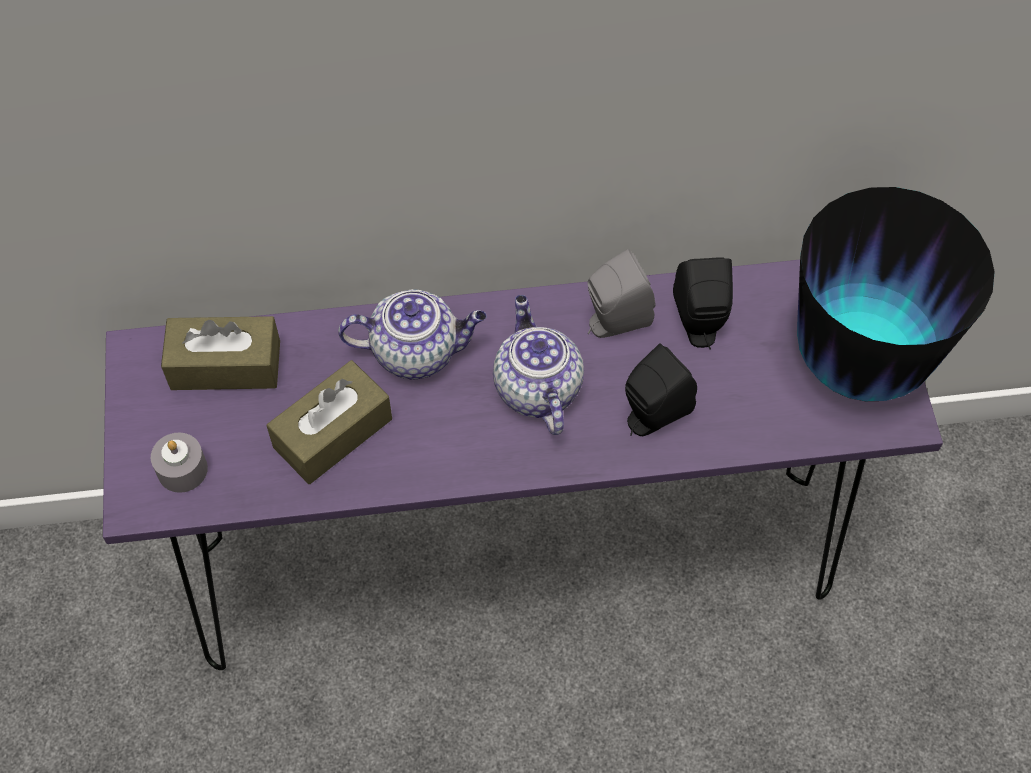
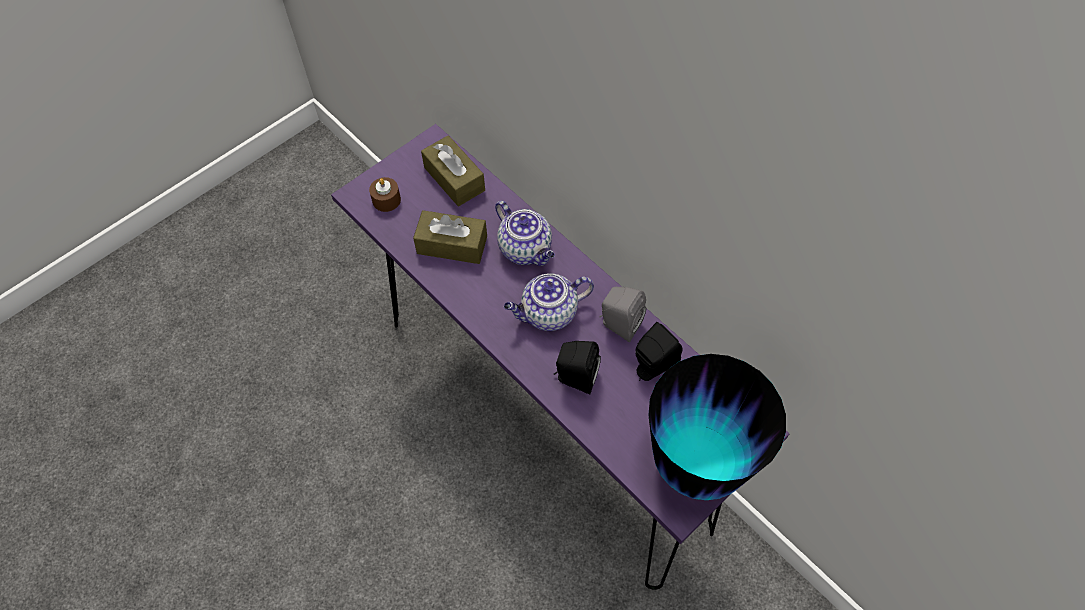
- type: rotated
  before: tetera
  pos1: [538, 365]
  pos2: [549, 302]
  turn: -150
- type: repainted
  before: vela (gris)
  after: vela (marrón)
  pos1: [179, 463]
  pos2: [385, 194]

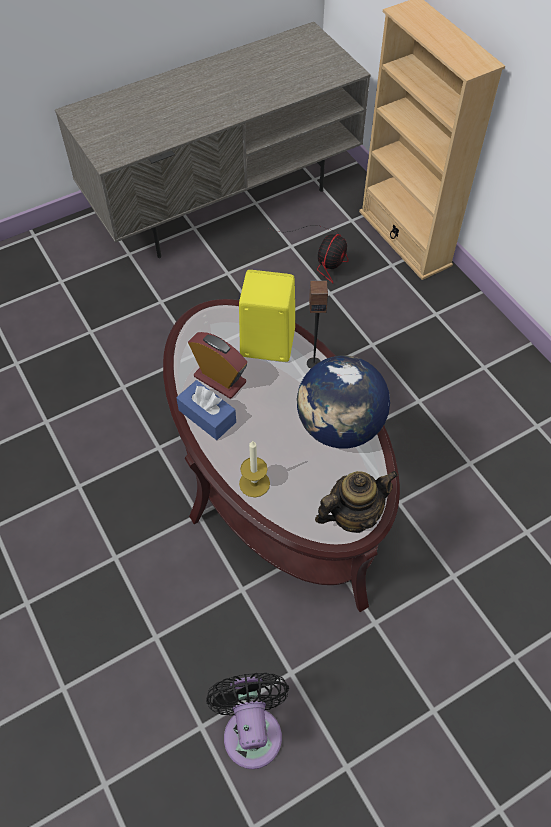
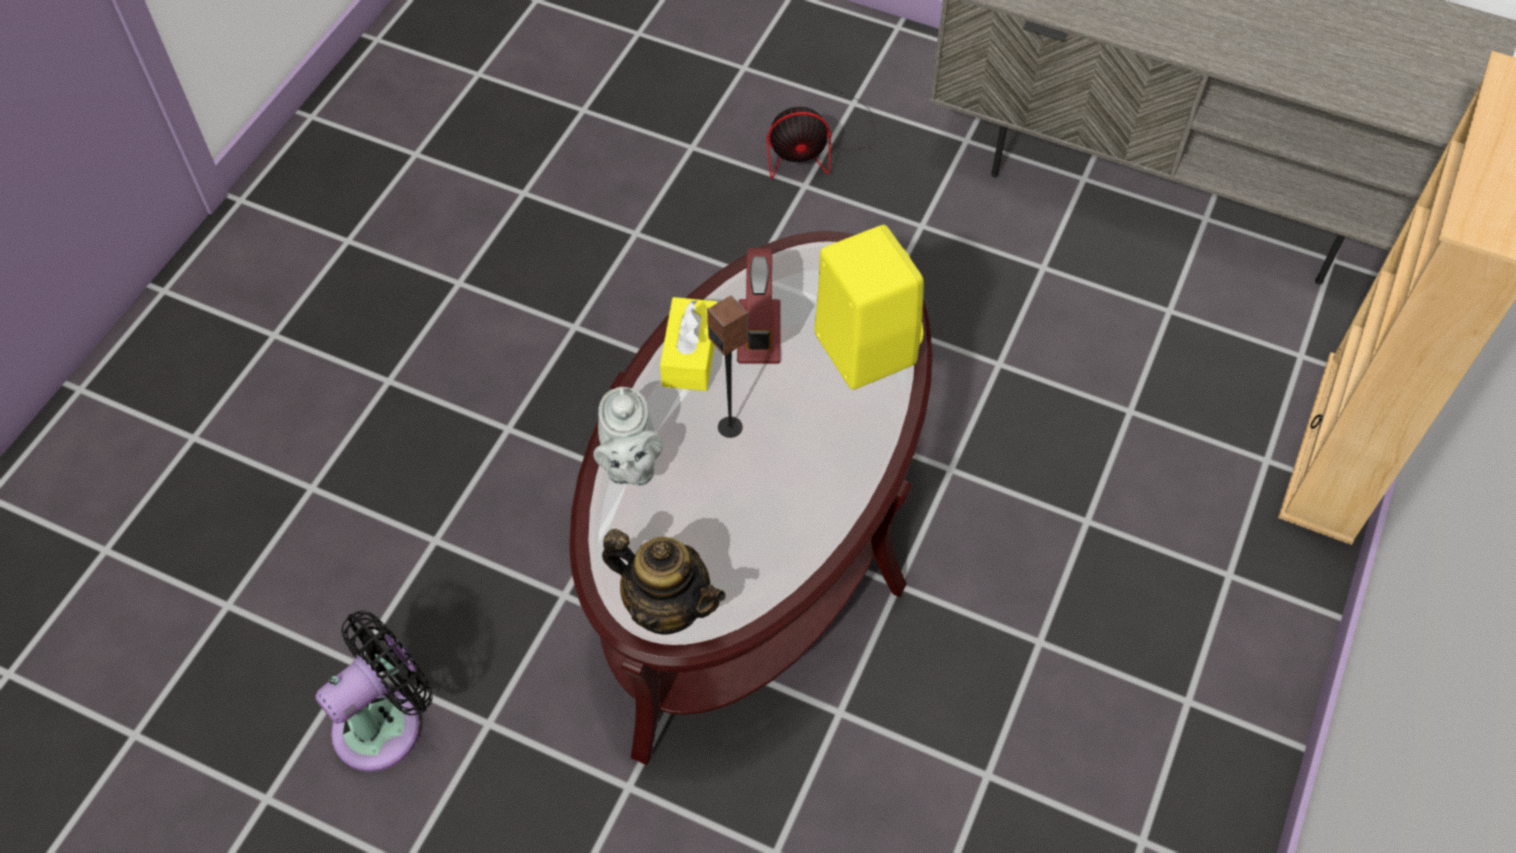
- type: shifted
  before: ventilador
  pos1: [309, 254]
  pos2: [821, 121]
- type: shifted
  before: altavoz
  pos1: [317, 324]
  pos2: [727, 366]
- type: gone
  before: globo terráqueo
  pos1: [343, 402]
- type: repainted
  before: caja de pañuelos (azul)
  after: caja de pañuelos (amarillo)
  pos1: [206, 410]
  pos2: [688, 344]
- type: swapped
  before: vela
  after: tetera (gris)
  pos1: [254, 468]
  pos2: [628, 436]

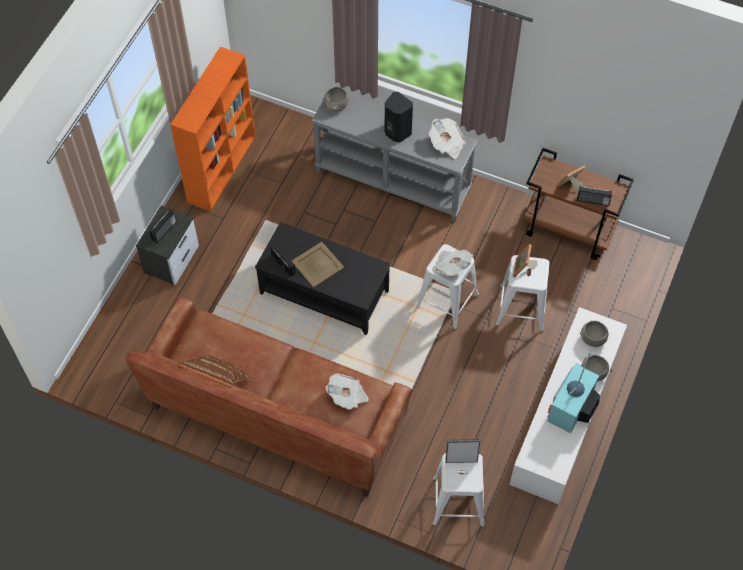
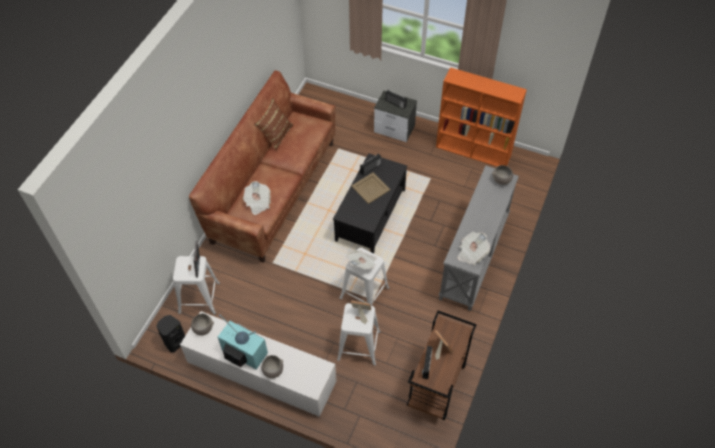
- type: shifted
  before: altavoz (negro)
  pos1: [398, 117]
  pos2: [170, 333]
- type: shifted
  before: cuenco (gris)
  pos1: [594, 334]
  pos2: [202, 324]

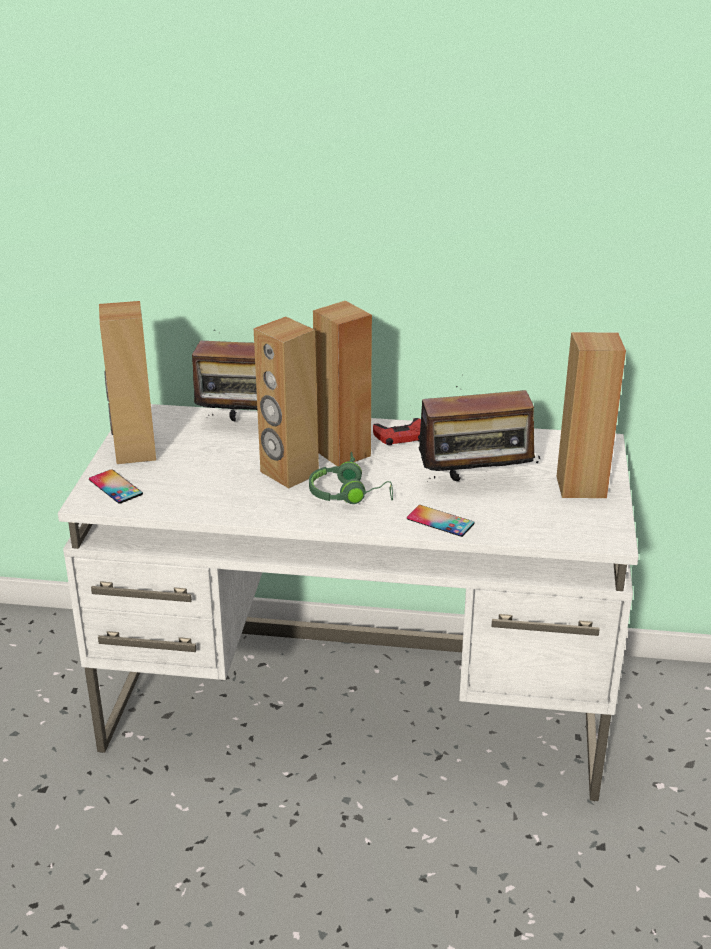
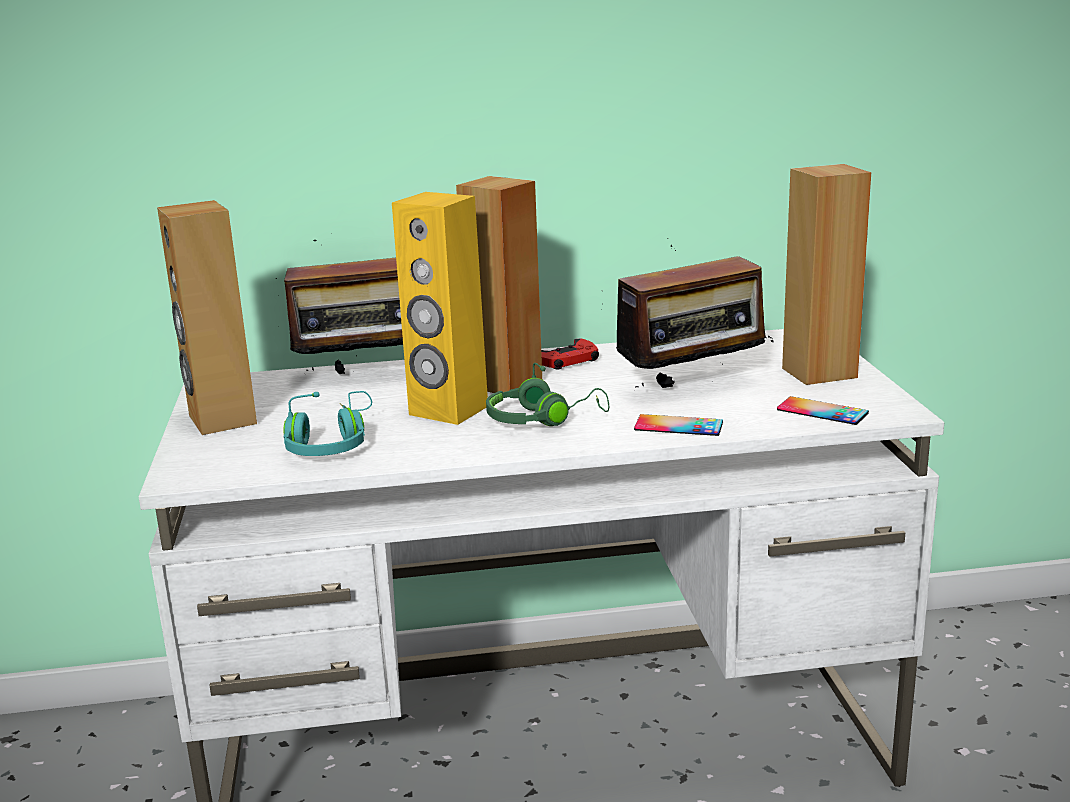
- type: repainted
  before: altavoz (marrón)
  after: altavoz (amarillo)
  pos1: [286, 403]
  pos2: [440, 308]
- type: shifted
  before: móvil
  pos1: [116, 486]
  pos2: [823, 410]
- type: new
  after: auriculares (turquesa)
  pos2: [327, 423]

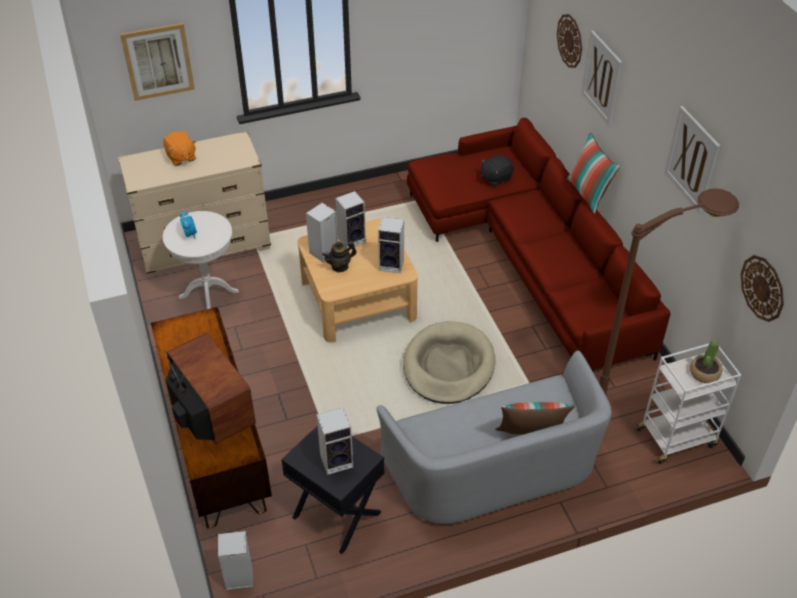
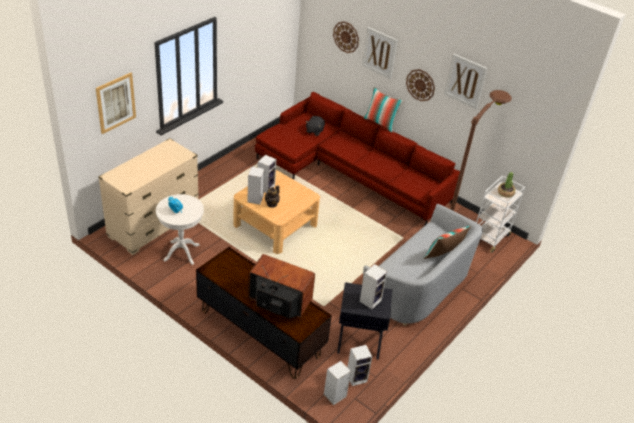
- type: gone
  before: peluche (naranja)
  pos1: [179, 148]
- type: shifted
  before: altavoz
  pos1: [391, 245]
  pos2: [359, 365]
- type: shifted
  before: reloj de pared
  pos1: [762, 288]
  pos2: [420, 85]
- type: gone
  before: cama para perro (beis)
  pos1: [449, 362]

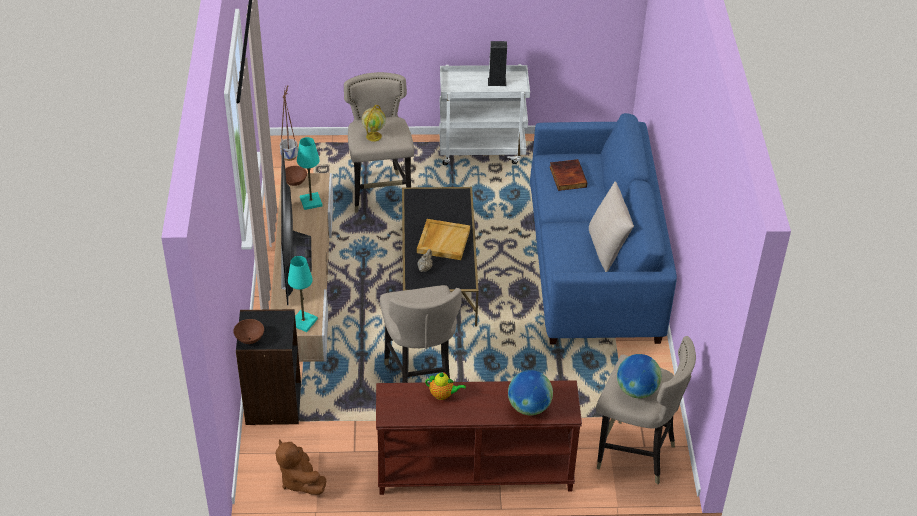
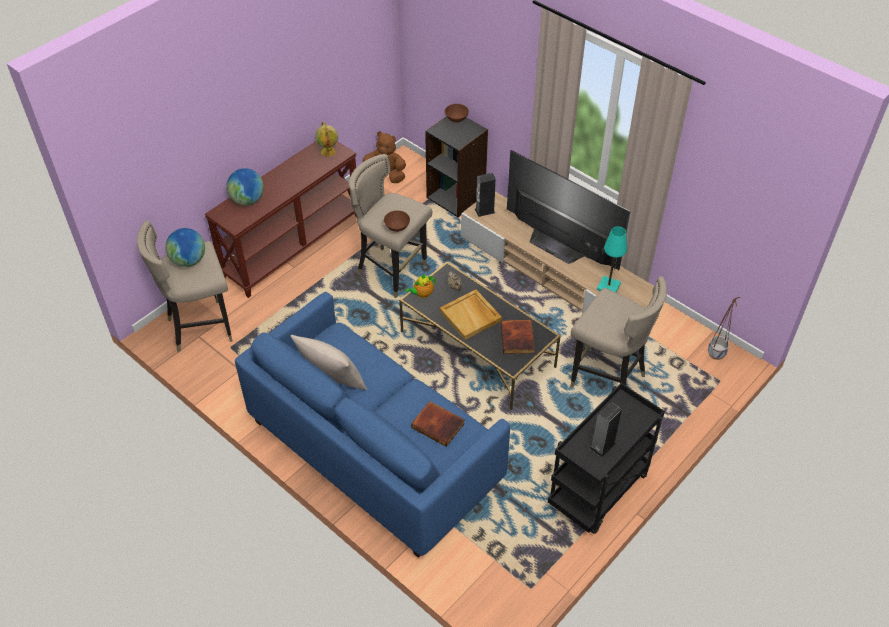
- type: repainted
  before: carrito (blanco)
  after: carrito (negro)
  pos1: [484, 114]
  pos2: [606, 458]
- type: shifted
  before: globo terráqueo
  pos1: [374, 123]
  pos2: [326, 139]
- type: shifted
  before: cuenco (marrón)
  pos1: [296, 176]
  pos2: [397, 221]
- type: swapped
  before: lámpara de mesa (turquesa)
  after: altavoz
  pos1: [303, 294]
  pos2: [485, 195]
- type: shifted
  before: tetera
  pos1: [445, 386]
  pos2: [420, 286]
- type: new
  after: libro
  pos2: [518, 337]

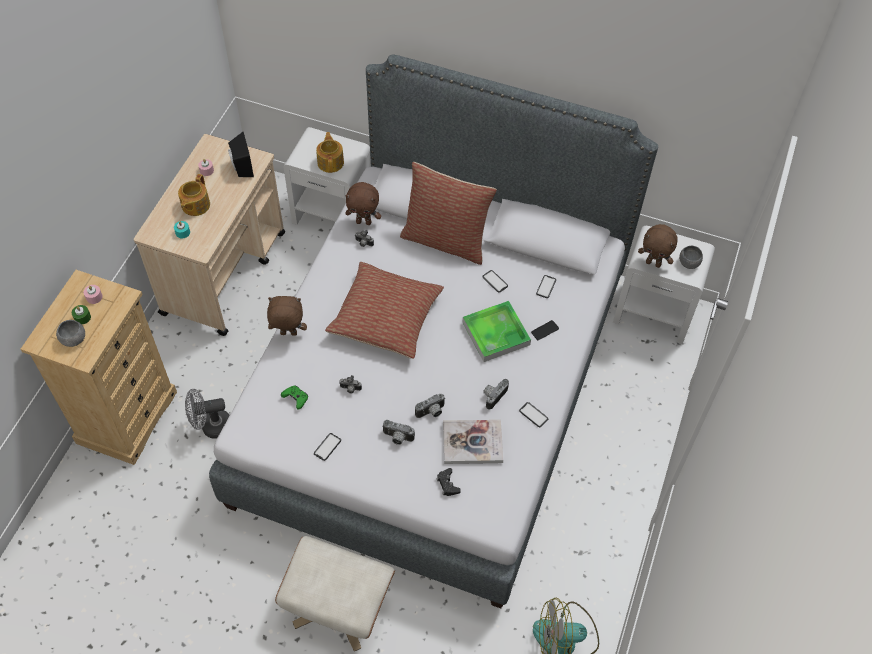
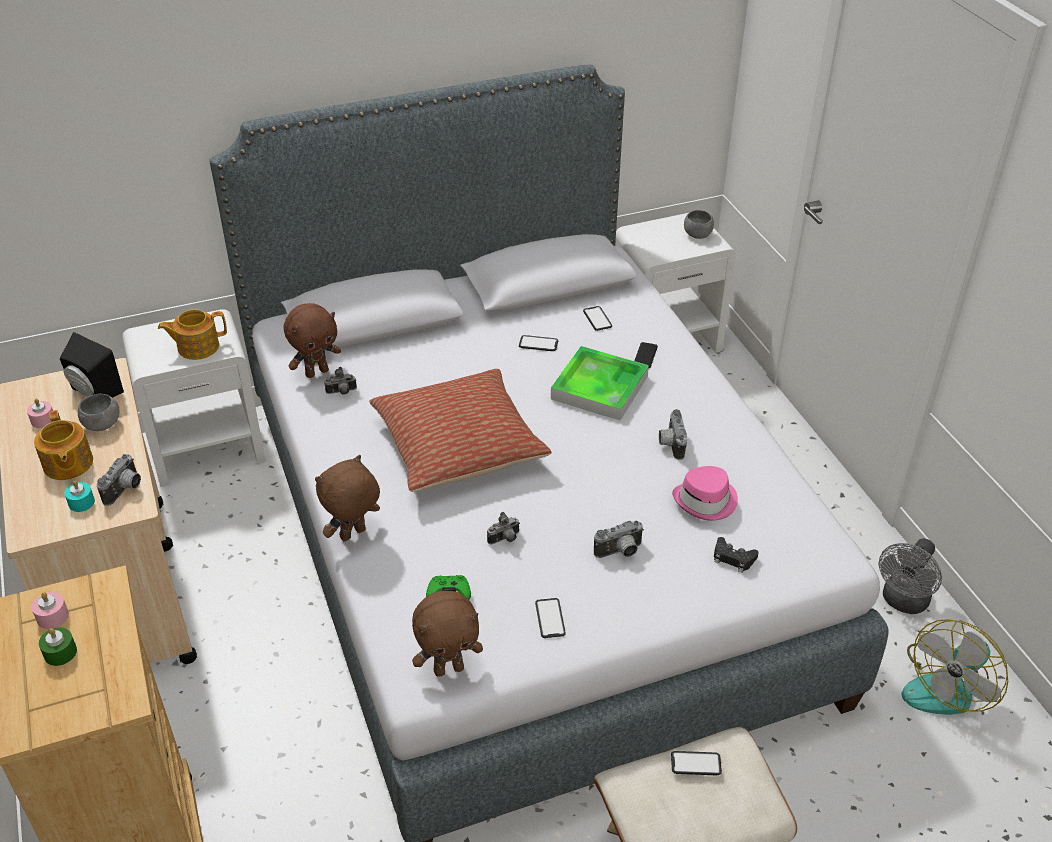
- type: rotated
  before: tetera
  pos1: [330, 152]
  pos2: [192, 334]
  turn: -60
- type: gone
  before: cojín
  pos1: [448, 213]
- type: shifted
  before: peluche (marrón)
  pos1: [658, 246]
  pos2: [447, 634]
- type: shifted
  before: cuenco (gris)
  pos1: [70, 333]
  pos2: [99, 412]
- type: shifted
  before: ventilador (gris)
  pos1: [207, 414]
  pos2: [910, 576]
- type: shifted
  before: cámara
  pos1: [430, 406]
  pos2: [119, 480]
- type: shifted
  before: móvil
  pos1: [533, 414]
  pos2: [696, 763]
- type: swapped
  before: libro
  after: sombrero (rosa)
  pos1: [473, 442]
  pos2: [705, 493]

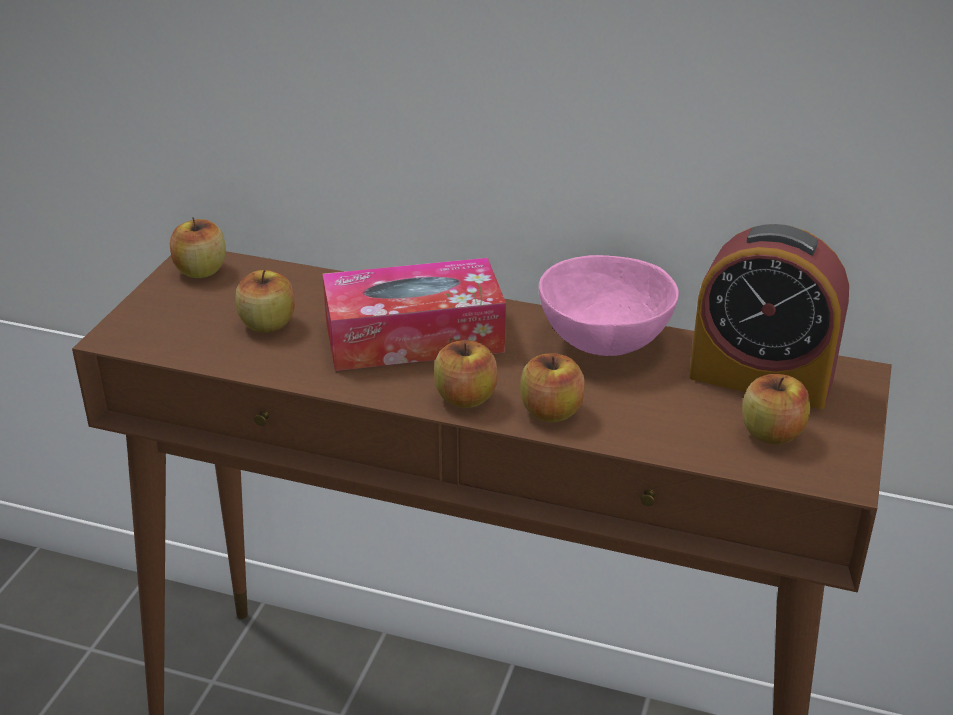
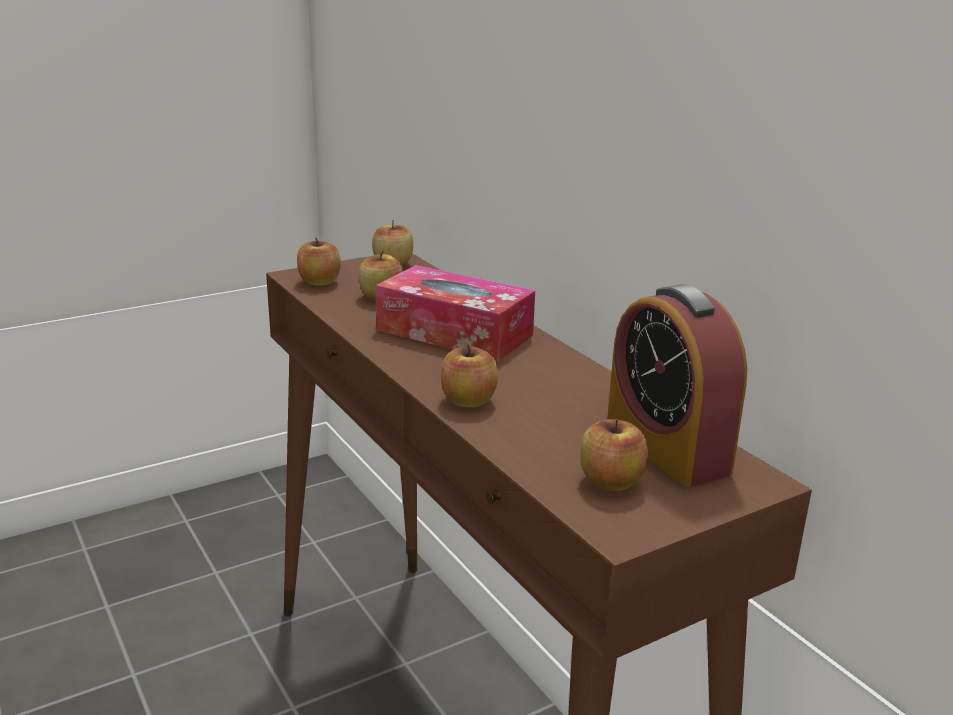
- type: gone
  before: cuenco (rosa)
  pos1: [609, 305]
- type: shifted
  before: manzana
  pos1: [466, 374]
  pos2: [319, 261]

